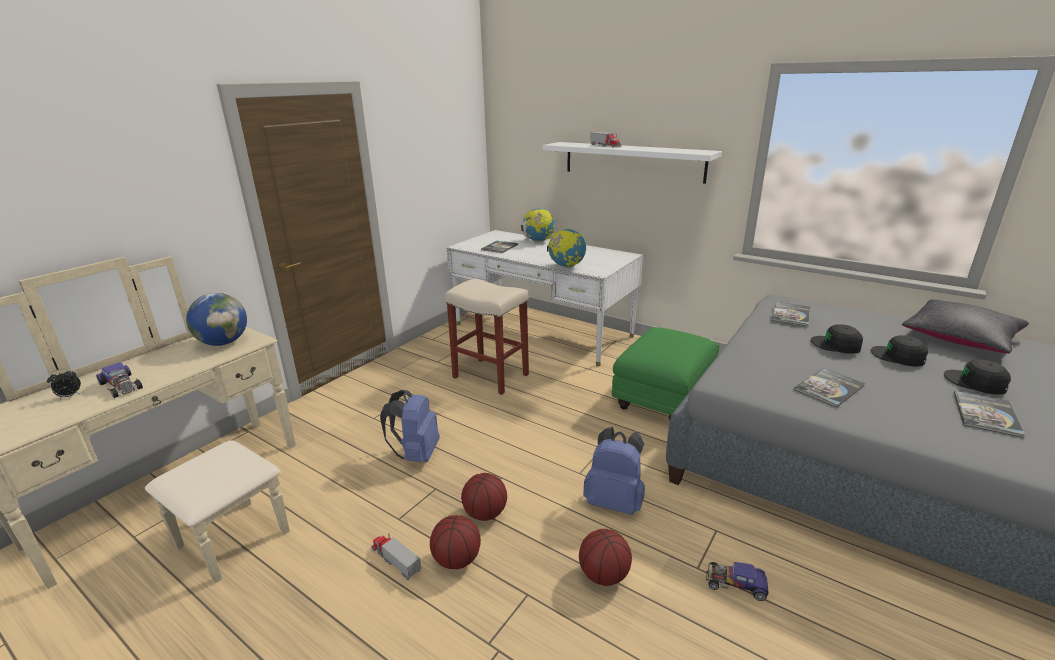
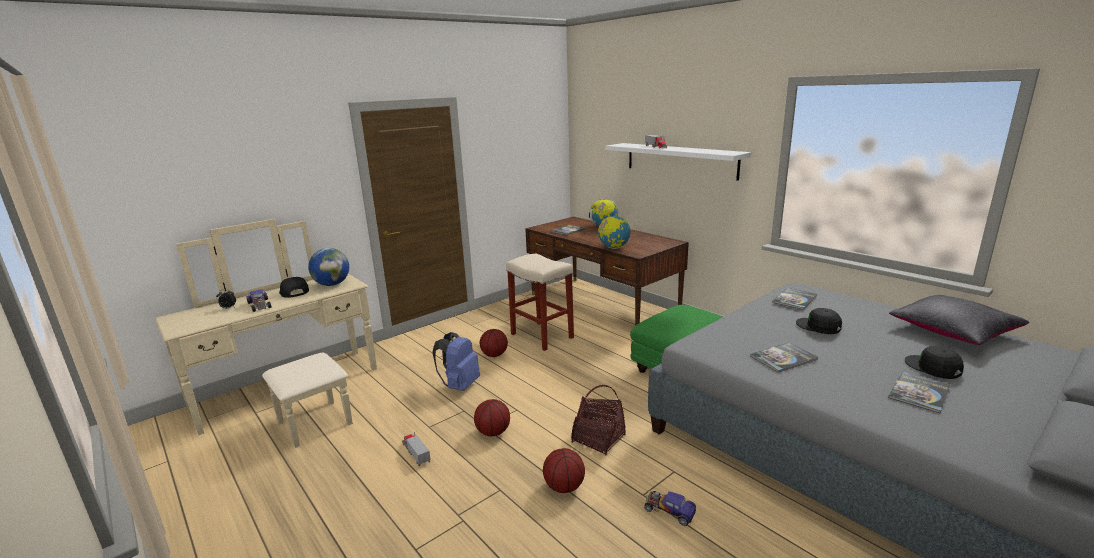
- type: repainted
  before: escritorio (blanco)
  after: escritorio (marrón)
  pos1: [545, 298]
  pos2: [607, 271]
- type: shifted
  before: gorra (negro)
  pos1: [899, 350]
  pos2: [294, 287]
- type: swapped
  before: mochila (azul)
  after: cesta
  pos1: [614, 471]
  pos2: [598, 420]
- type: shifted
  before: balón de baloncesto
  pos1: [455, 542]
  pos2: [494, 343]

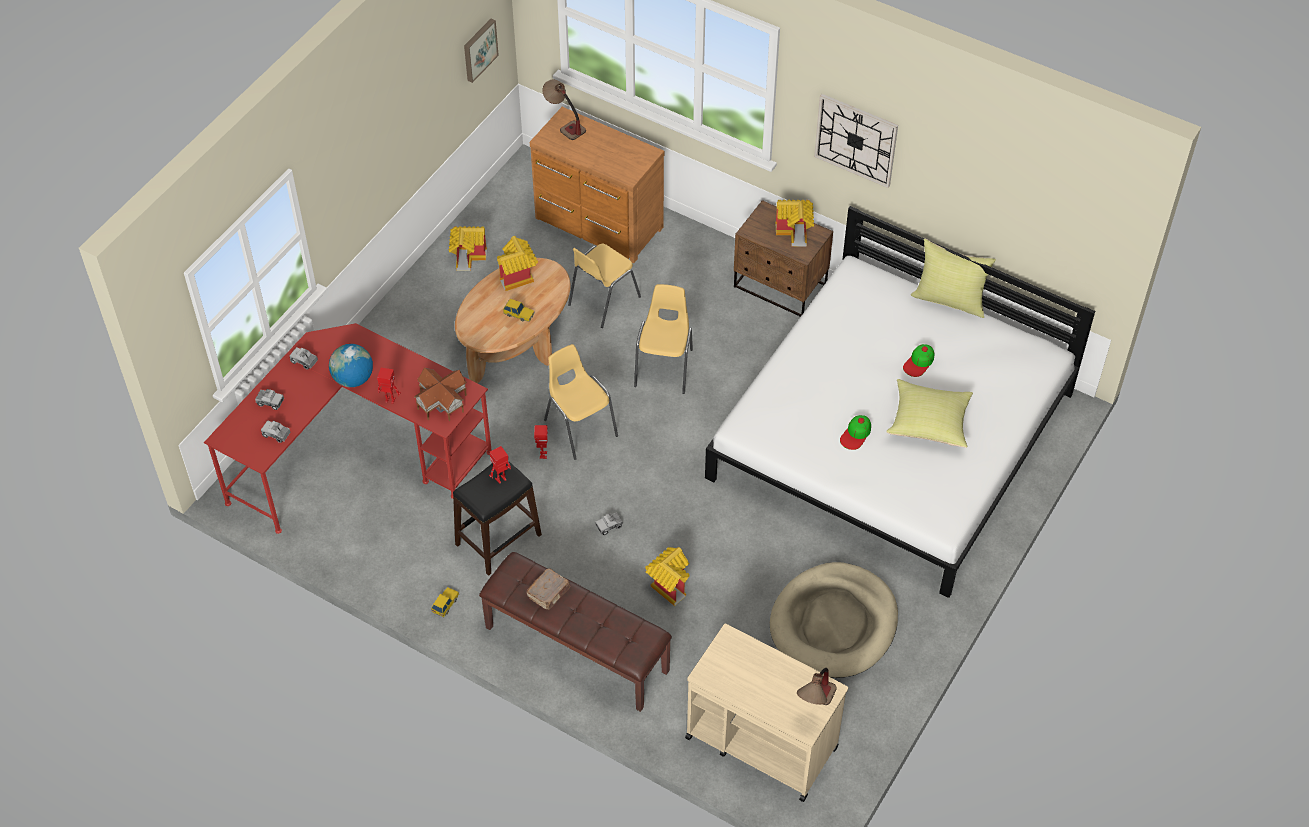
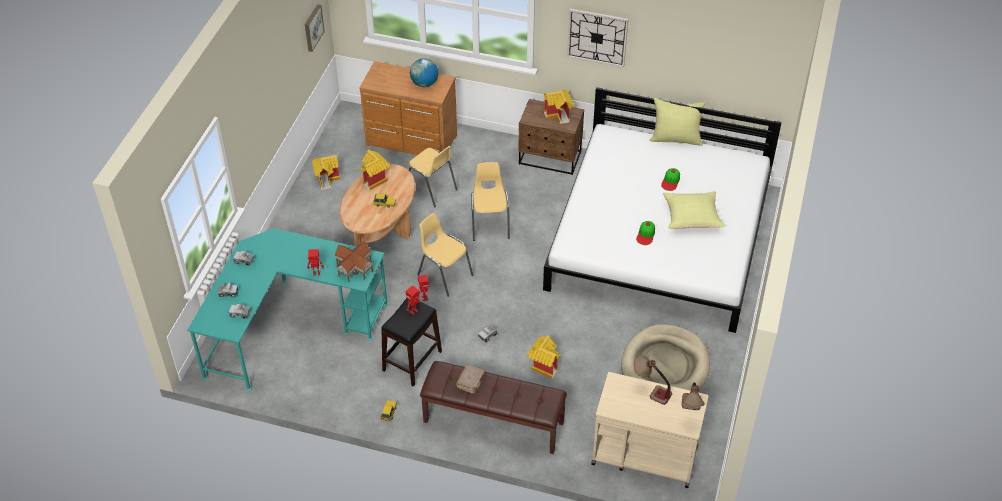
- type: shifted
  before: lámpara de mesa
  pos1: [564, 110]
  pos2: [653, 380]
- type: rotated
  before: silla (amarillo)
  pos1: [604, 286]
  pos2: [433, 177]
  turn: -75
- type: repainted
  before: escritorio (rojo)
  after: escritorio (turquesa)
  pos1: [348, 428]
  pos2: [287, 309]
- type: shifted
  before: globo terráqueo
  pos1: [351, 365]
  pos2: [424, 72]

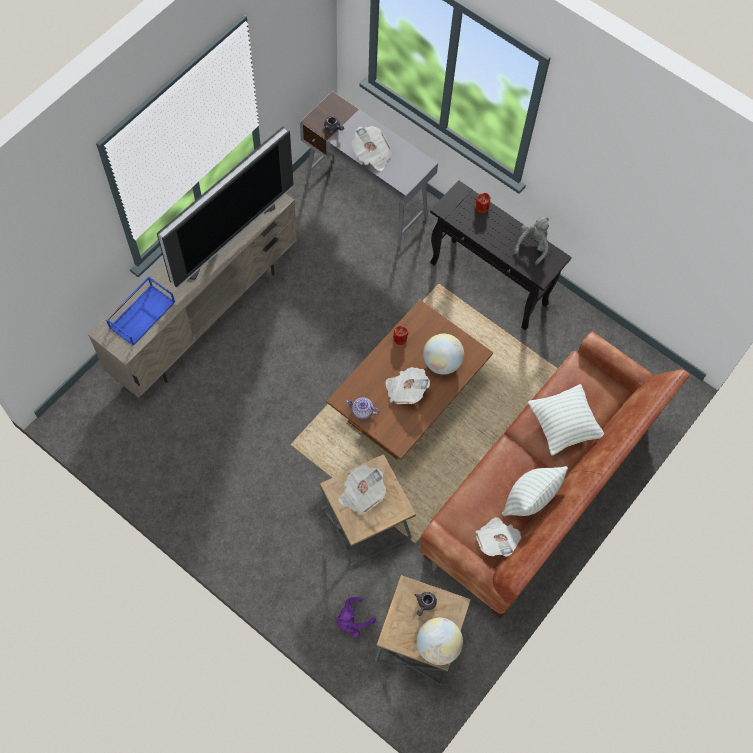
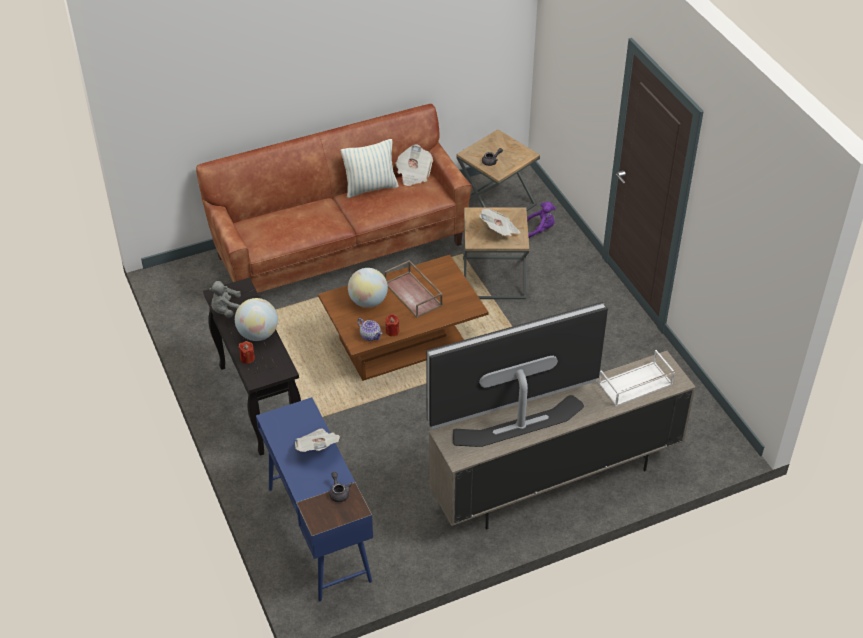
- type: repainted
  before: escritorio (gris)
  after: escritorio (azul)
  pos1: [369, 168]
  pos2: [314, 499]
- type: repainted
  before: bandeja (azul)
  after: bandeja (blanco)
  pos1: [140, 311]
  pos2: [636, 378]
- type: swapped
  before: periódico
  after: bandeja (marrón)
  pos1: [407, 385]
  pos2: [413, 289]
- type: gone
  before: cojín
  pos1: [566, 419]
- type: shifted
  before: tetera
  pos1: [363, 408]
  pos2: [370, 329]
- type: shifted
  before: globo terráqueo
  pos1: [439, 641]
  pos2: [256, 319]

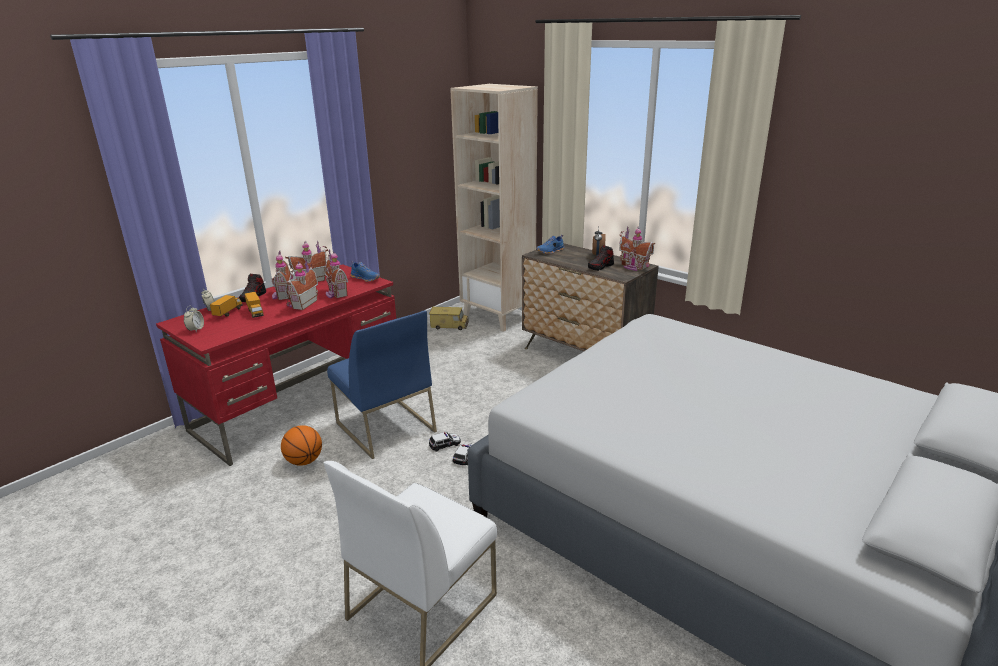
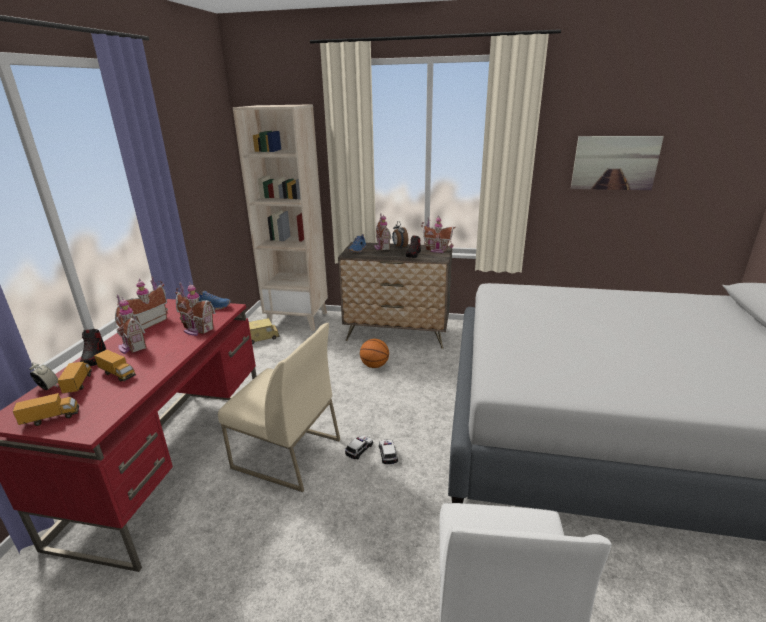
- type: shifted
  before: casita
  pos1: [301, 284]
  pos2: [383, 232]
- type: swapped
  before: despertador
  after: camión de juguete
  pos1: [194, 319]
  pos2: [46, 409]
- type: repainted
  before: silla (azul)
  after: silla (beis)
  pos1: [382, 385]
  pos2: [279, 407]
- type: shifted
  before: balón de baloncesto
  pos1: [301, 445]
  pos2: [374, 353]
- type: new
  after: cuadro
  pos2: [617, 163]

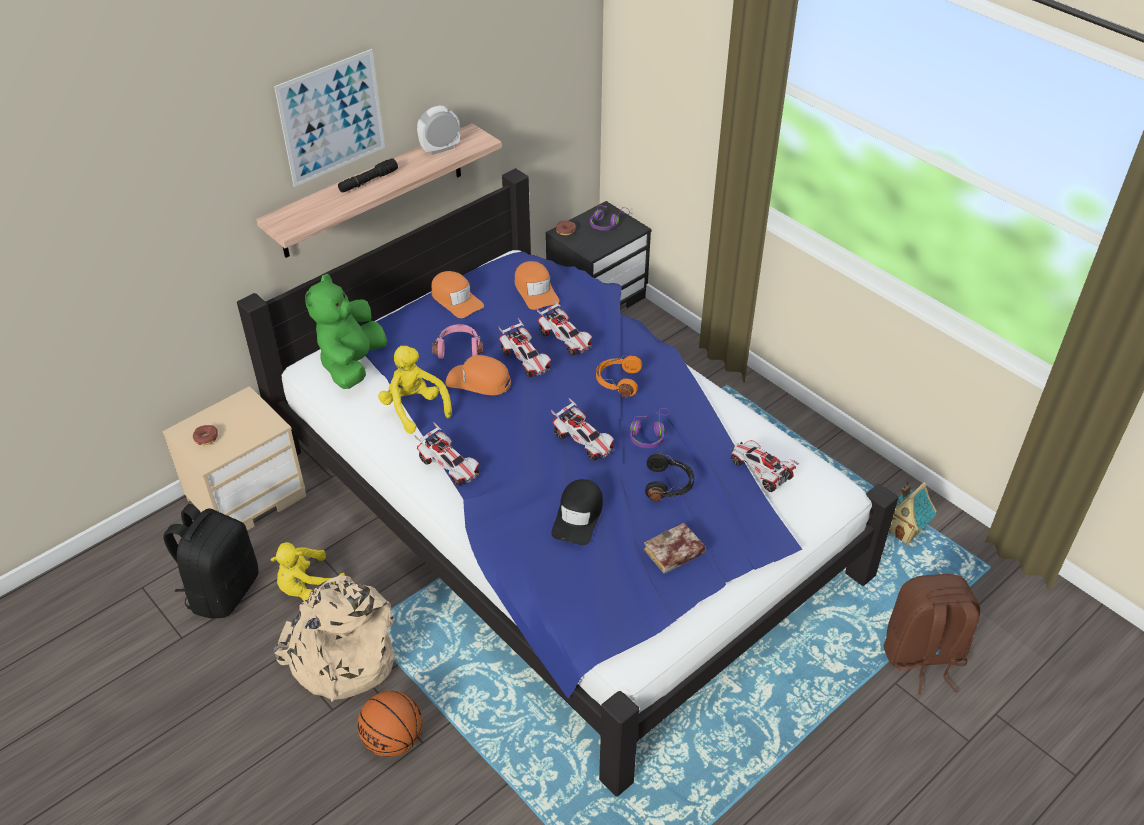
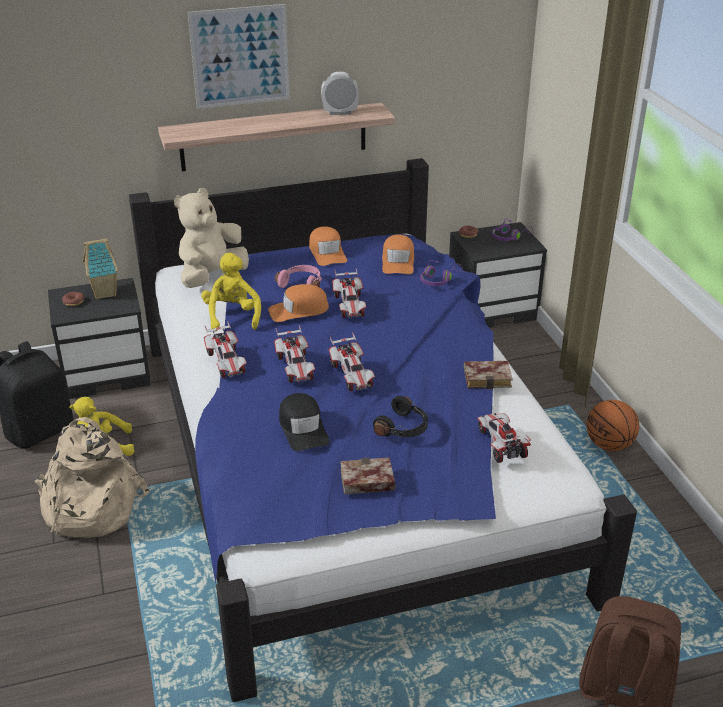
- type: gone
  before: linterna (negro)
  pos1: [368, 175]
- type: repainted
  before: peluche (verde)
  after: peluche (beis)
  pos1: [346, 331]
  pos2: [211, 238]
- type: shifted
  before: coche de juguete
  pos1: [564, 327]
  pos2: [294, 354]
- type: rotated
  before: gorra (naranja)
  pos1: [478, 375]
  pos2: [298, 303]
  turn: -60
- type: gone
  before: auriculares (naranja)
  pos1: [619, 376]
- type: repainted
  before: mesita de noche (beis)
  after: mesita de noche (negro)
  pos1: [234, 458]
  pos2: [99, 338]
- type: shifted
  before: auriculares (morado)
  pos1: [650, 428]
  pos2: [441, 273]
- type: rotated
  before: gorra (negro)
  pos1: [577, 512]
  pos2: [304, 422]
  turn: -60
- type: shifted
  before: casita
  pos1: [913, 512]
  pos2: [100, 269]
- type: shifted
  before: balón de baloncesto
  pos1: [389, 724]
  pos2: [612, 425]
- type: new
  after: libro
  pos2: [488, 375]

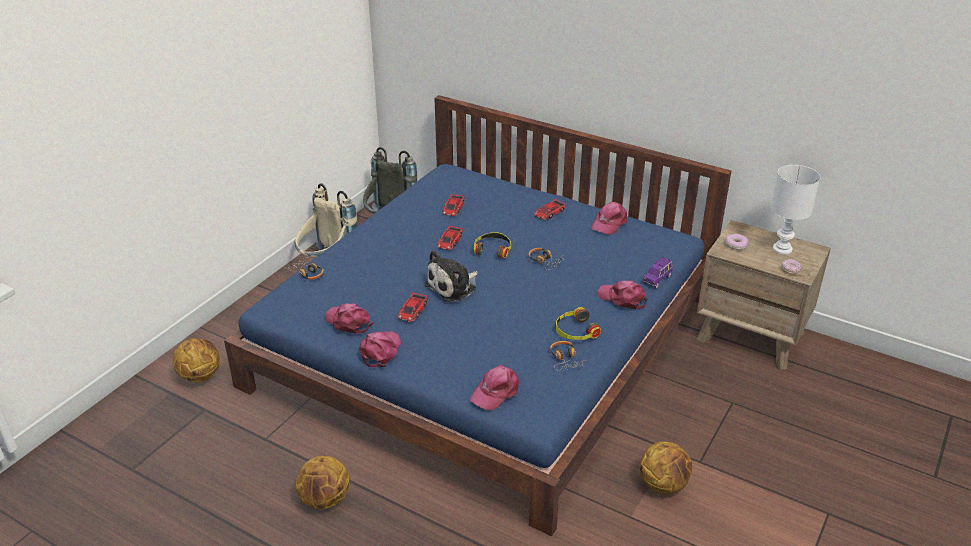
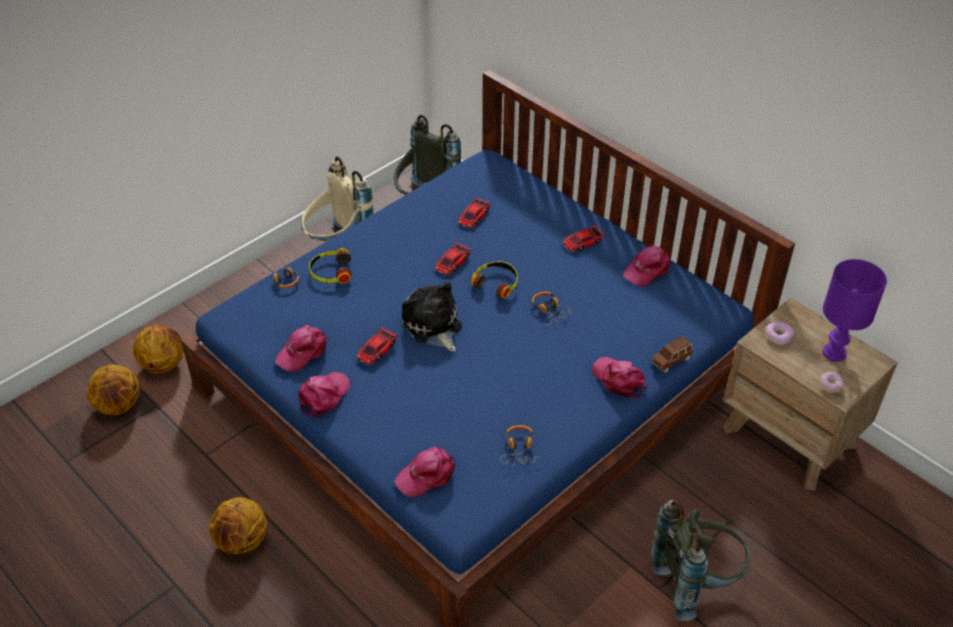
- type: repainted
  before: lámpara de mesa (blanco)
  after: lámpara de mesa (morado)
  pos1: [796, 210]
  pos2: [855, 310]
- type: rotated
  before: peluche
  pos1: [451, 276]
  pos2: [432, 316]
  turn: 90
- type: repainted
  before: coche de juguete (morado)
  after: coche de juguete (marrón)
  pos1: [658, 273]
  pos2: [672, 354]
- type: rotated
  before: gorra (rosa)
  pos1: [349, 318]
  pos2: [301, 348]
  turn: -105
- type: shifted
  before: auriculares
  pos1: [578, 323]
  pos2: [330, 266]
- type: shifted
  before: balón de baloncesto
  pos1: [666, 467]
  pos2: [113, 389]
- type: new
  after: mochila (gris)
  pos2: [701, 560]

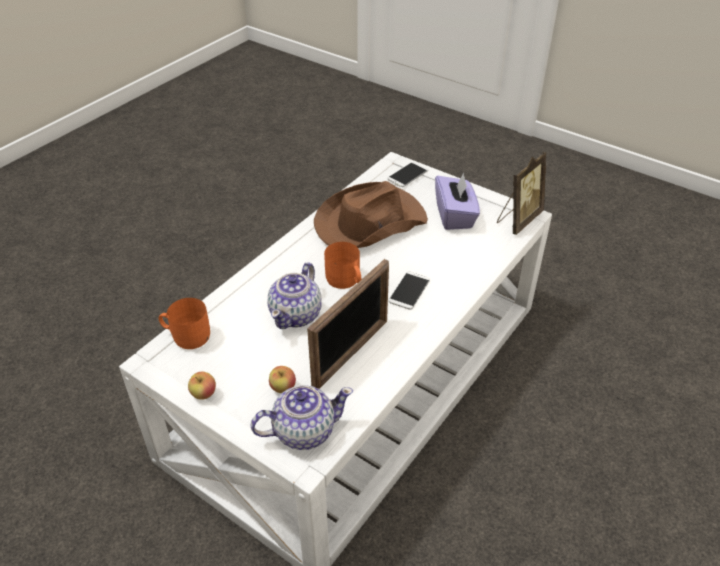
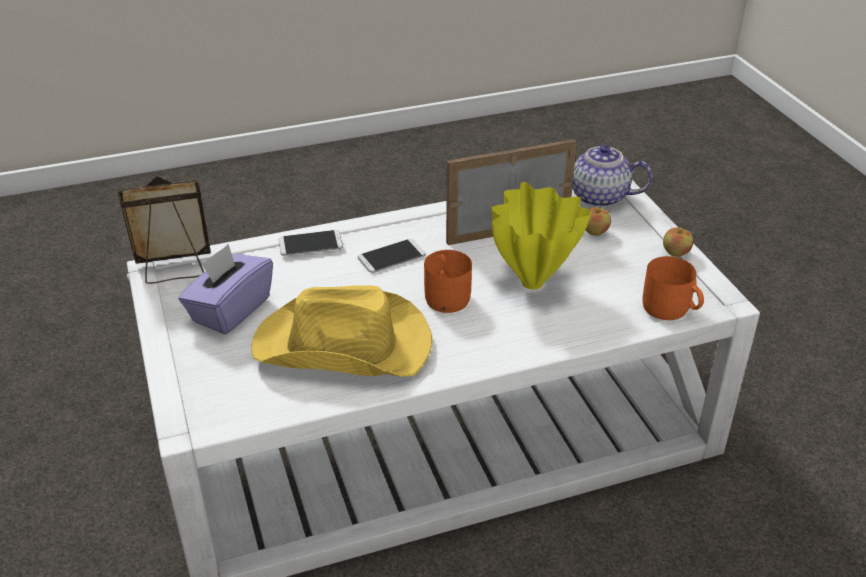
- type: shifted
  before: móvil
  pos1: [407, 174]
  pos2: [310, 243]
- type: repainted
  before: sombrero (marrón)
  after: sombrero (amarillo)
  pos1: [371, 214]
  pos2: [341, 331]
- type: swapped
  before: tetera
  after: florero (amarillo)
  pos1: [295, 295]
  pos2: [541, 236]

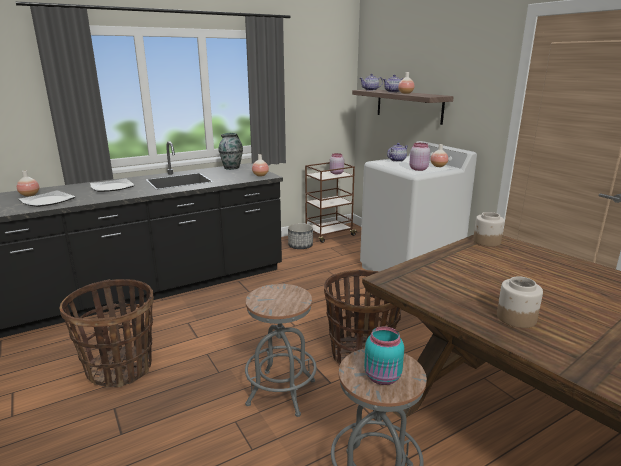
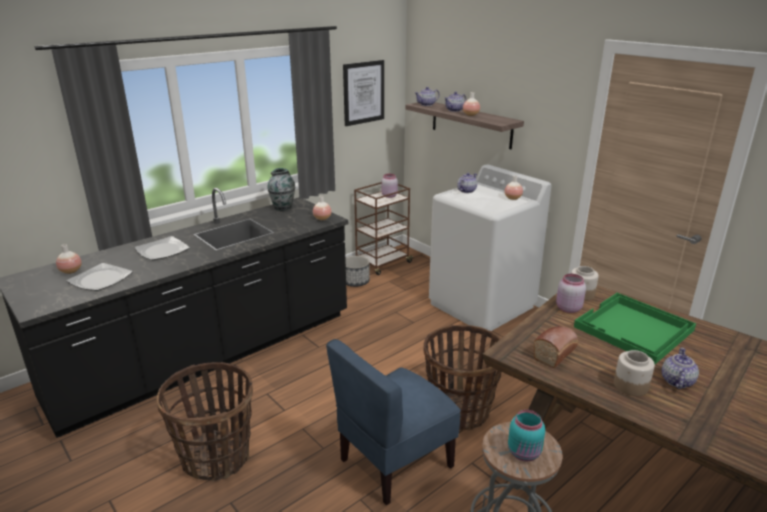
- type: shifted
  before: tarro (rosa)
  pos1: [419, 157]
  pos2: [571, 293]
- type: swapped
  before: taburete (gris)
  after: silla (azul)
  pos1: [281, 350]
  pos2: [393, 422]
- type: new
  after: cuadro
  pos2: [363, 93]
- type: new
  after: bandeja (verde)
  pos2: [635, 328]
- type: new
  after: pan
  pos2: [556, 347]
- type: new
  after: tetera
  pos2: [680, 368]

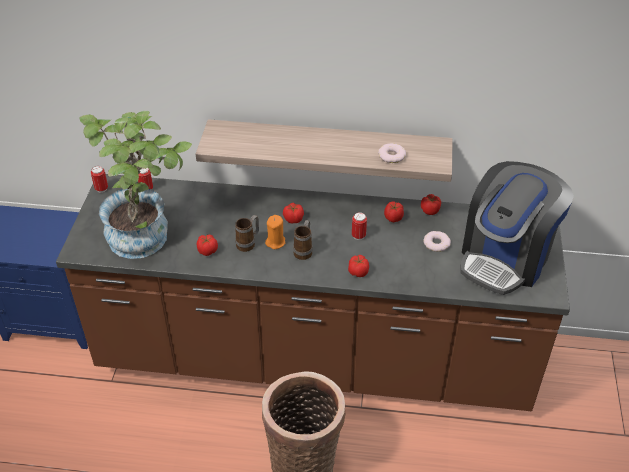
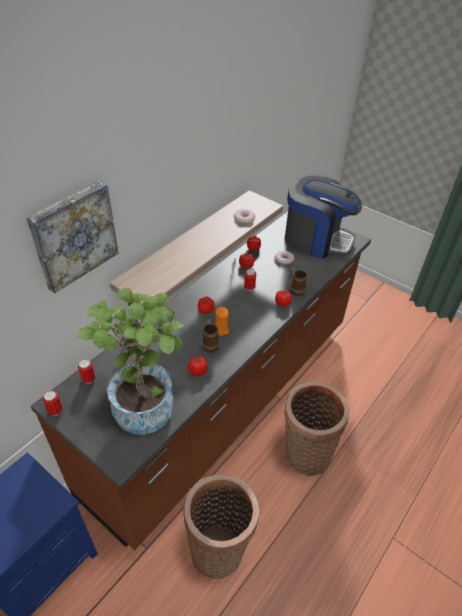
- type: rotated
  before: cafetera
  pos1: [517, 228]
  pos2: [323, 216]
  turn: -45
- type: shifted
  before: taza grande
  pos1: [303, 240]
  pos2: [297, 282]
- type: new
  after: cuadro
  pos2: [72, 237]
- type: new
  after: cesta
  pos2: [221, 527]

